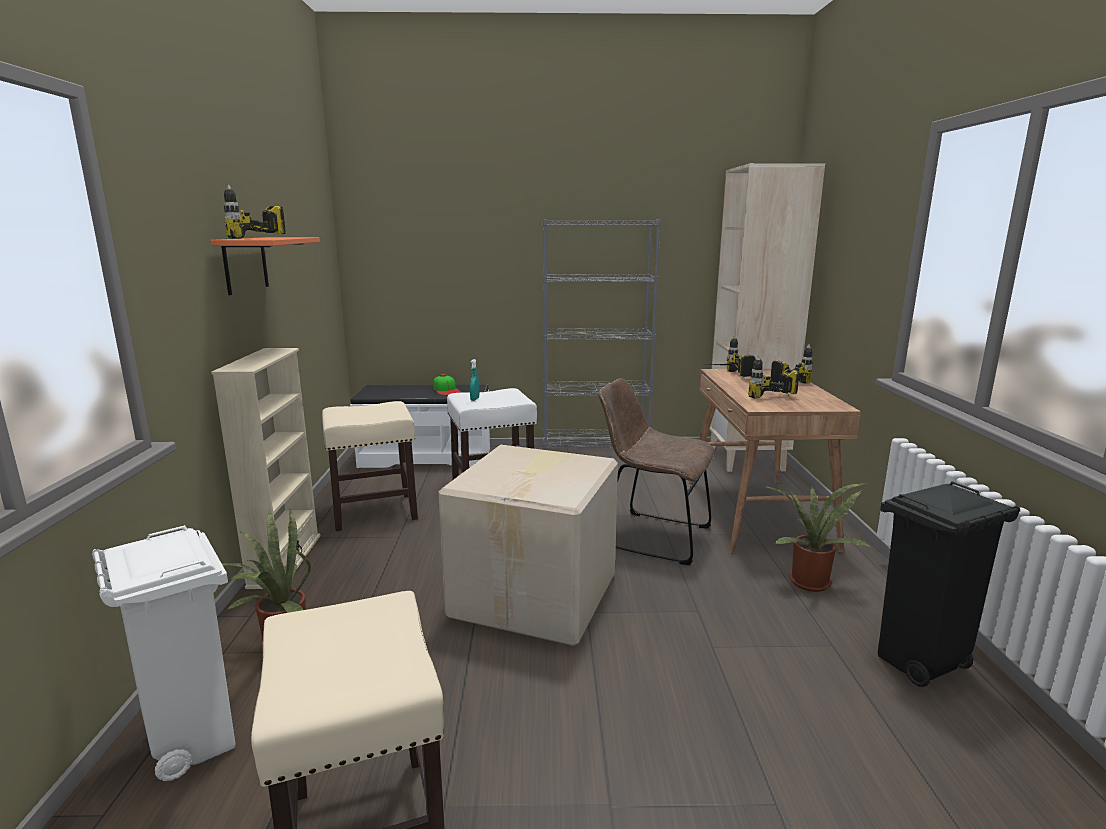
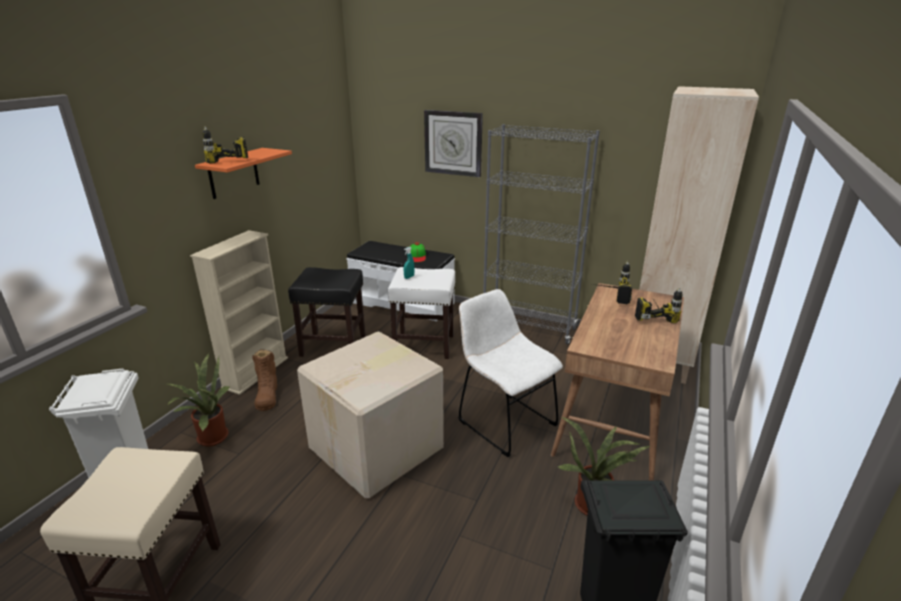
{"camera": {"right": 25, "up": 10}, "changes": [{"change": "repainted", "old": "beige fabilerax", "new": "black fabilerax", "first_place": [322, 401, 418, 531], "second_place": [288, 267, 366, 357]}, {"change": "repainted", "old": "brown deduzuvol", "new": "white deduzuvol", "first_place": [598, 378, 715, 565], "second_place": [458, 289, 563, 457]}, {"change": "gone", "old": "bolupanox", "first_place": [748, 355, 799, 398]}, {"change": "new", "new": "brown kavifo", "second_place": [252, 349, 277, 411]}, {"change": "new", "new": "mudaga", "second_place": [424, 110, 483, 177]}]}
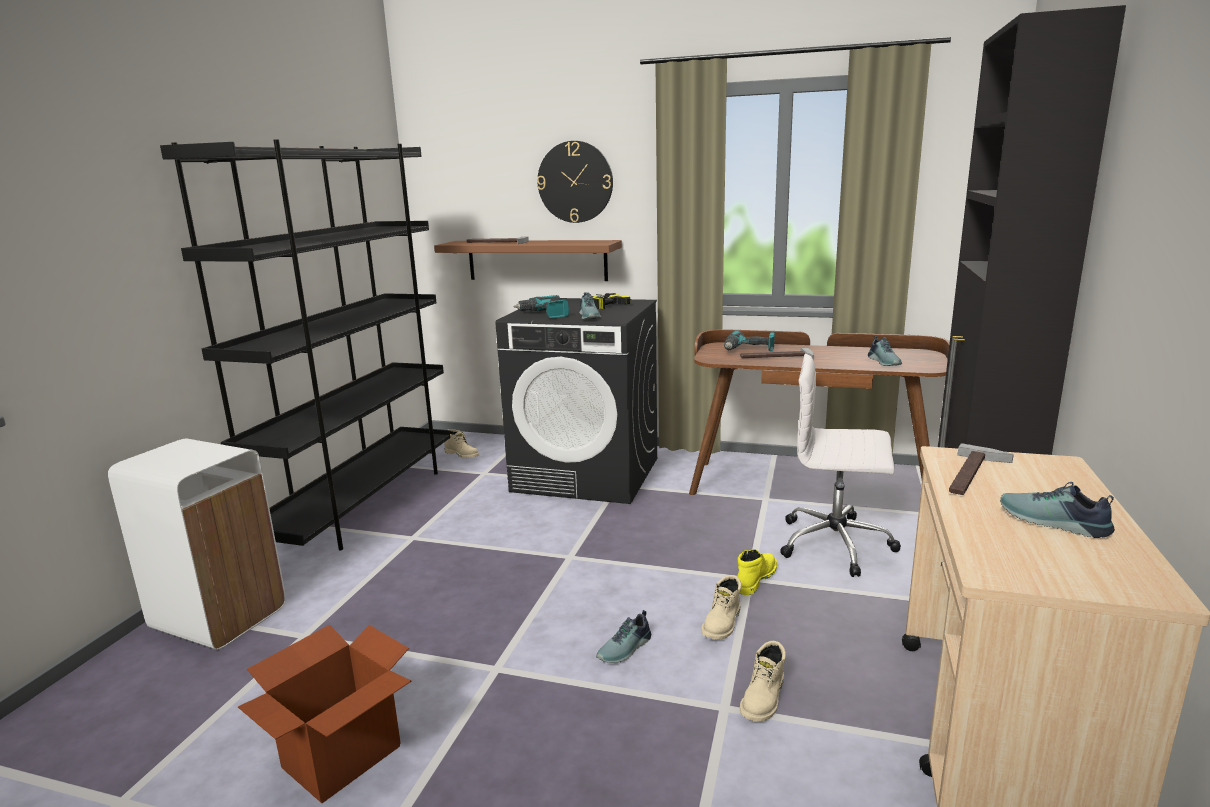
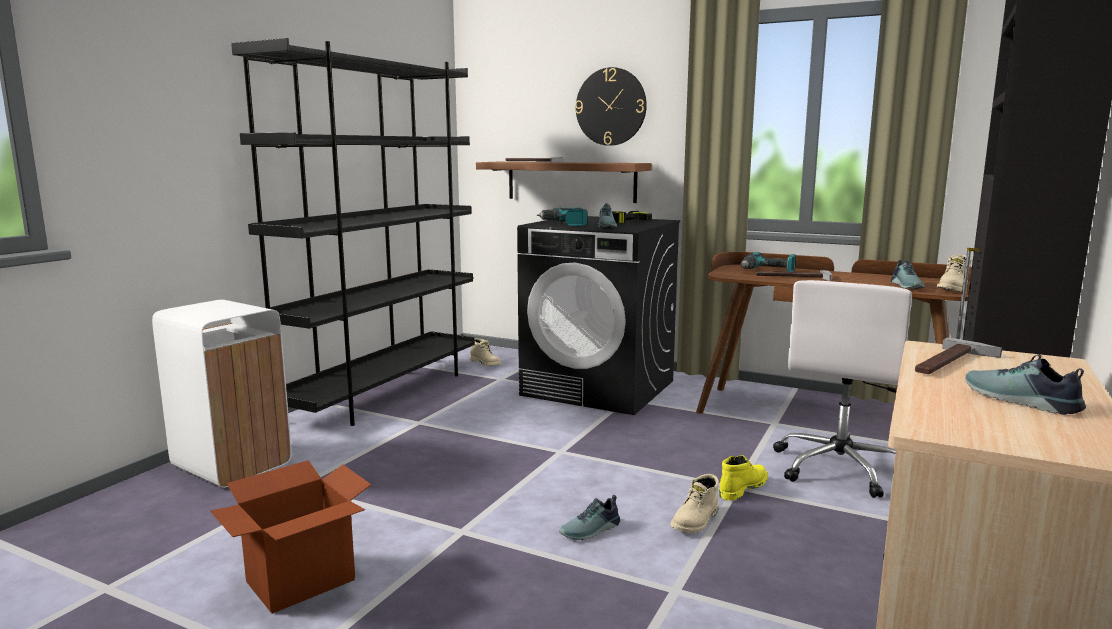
{"camera": {"right": 10, "up": -5}, "changes": [{"change": "shifted", "old": "beige kavifo", "first_place": [740, 641, 786, 722], "second_place": [937, 255, 972, 292]}, {"change": "rotated", "old": "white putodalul", "first_place": [780, 354, 901, 577], "second_place": [773, 280, 912, 498], "degrees": -90}]}
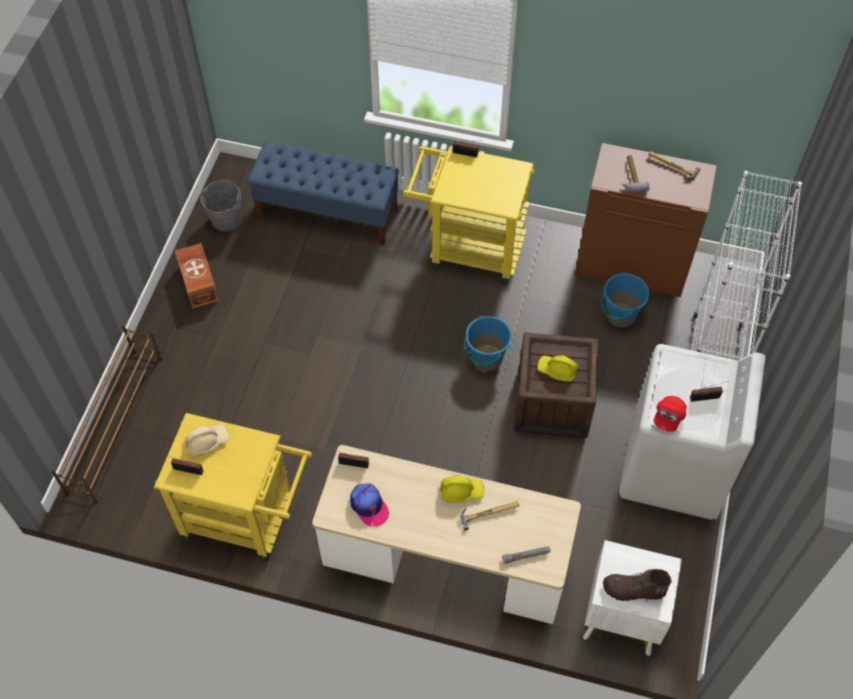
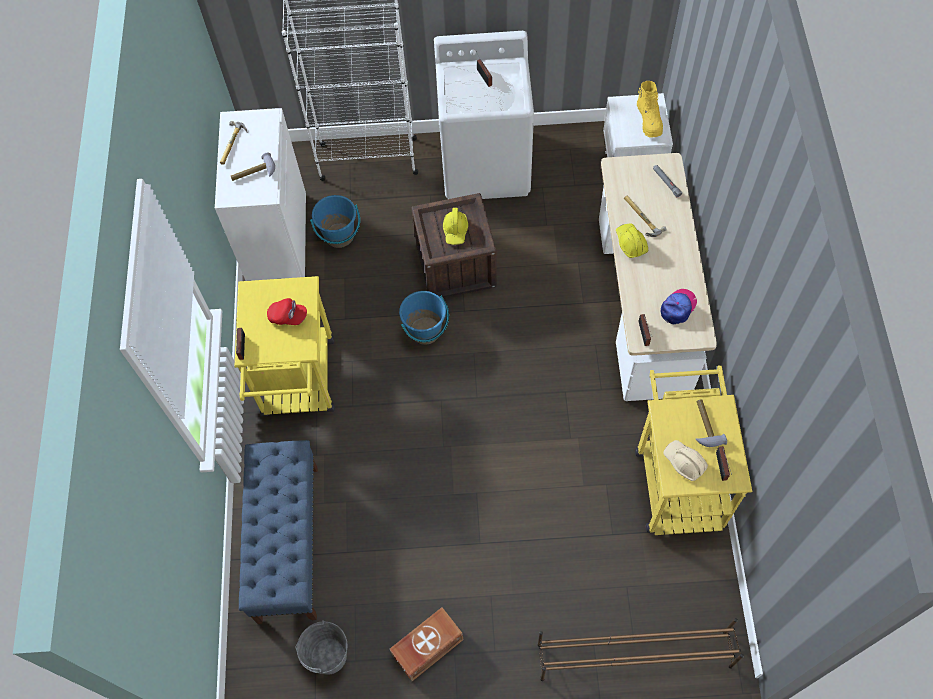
{"camera": {"right": -105, "up": 5}, "changes": [{"change": "repainted", "old": "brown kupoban", "new": "white kupoban", "first_place": [575, 143, 717, 297], "second_place": [215, 108, 306, 281]}, {"change": "repainted", "old": "brown kavifo", "new": "yellow kavifo", "first_place": [603, 569, 672, 602], "second_place": [637, 81, 663, 138]}, {"change": "shifted", "old": "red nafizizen", "first_place": [654, 396, 687, 432], "second_place": [267, 298, 307, 325]}, {"change": "new", "new": "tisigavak", "second_place": [696, 399, 727, 447]}]}
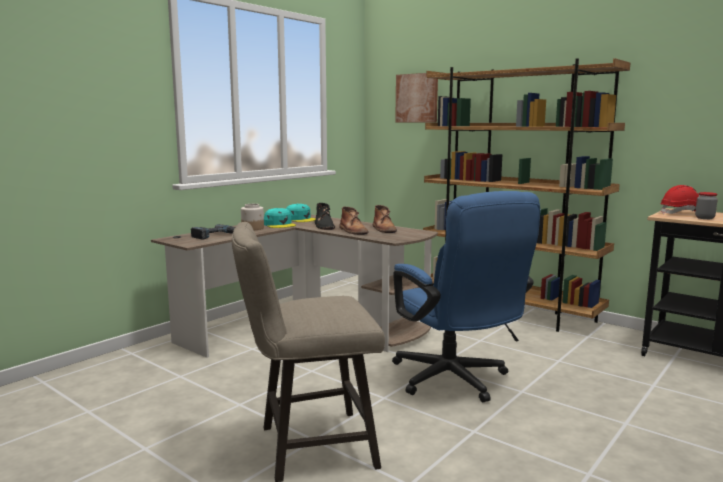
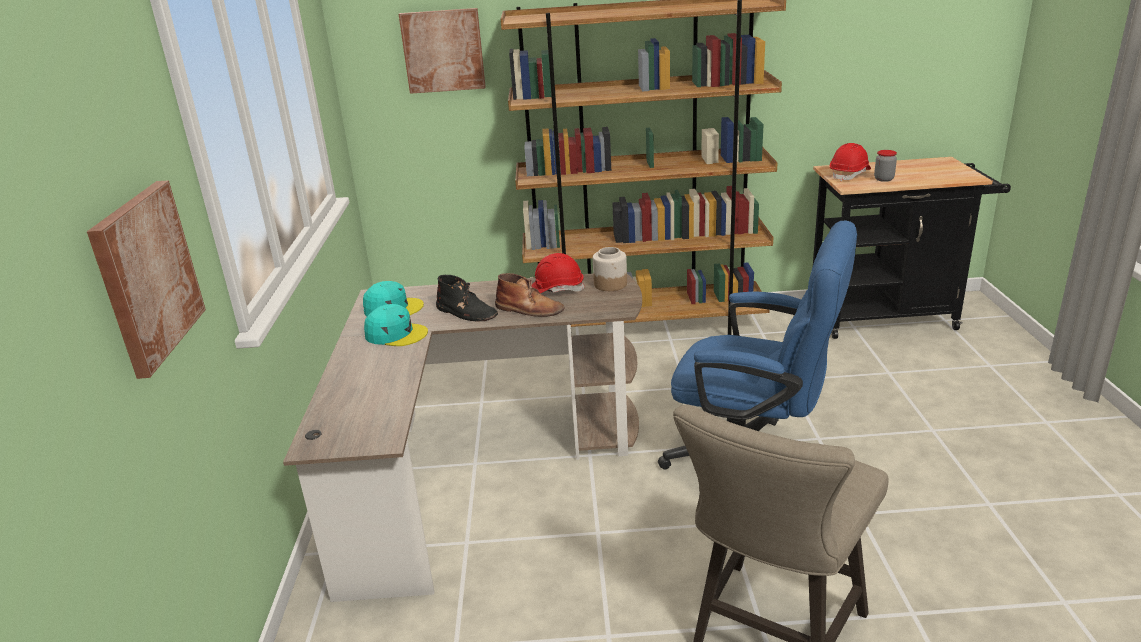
{"camera": {"right": -40, "up": 15}, "changes": [{"change": "gone", "old": "bolupanox", "first_place": [191, 224, 235, 239]}, {"change": "shifted", "old": "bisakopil", "first_place": [241, 204, 264, 230], "second_place": [593, 247, 627, 291]}, {"change": "swapped", "old": "brown kavifo", "new": "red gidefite", "first_place": [373, 205, 397, 233], "second_place": [532, 253, 584, 293]}, {"change": "new", "new": "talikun", "second_place": [87, 180, 206, 379]}]}
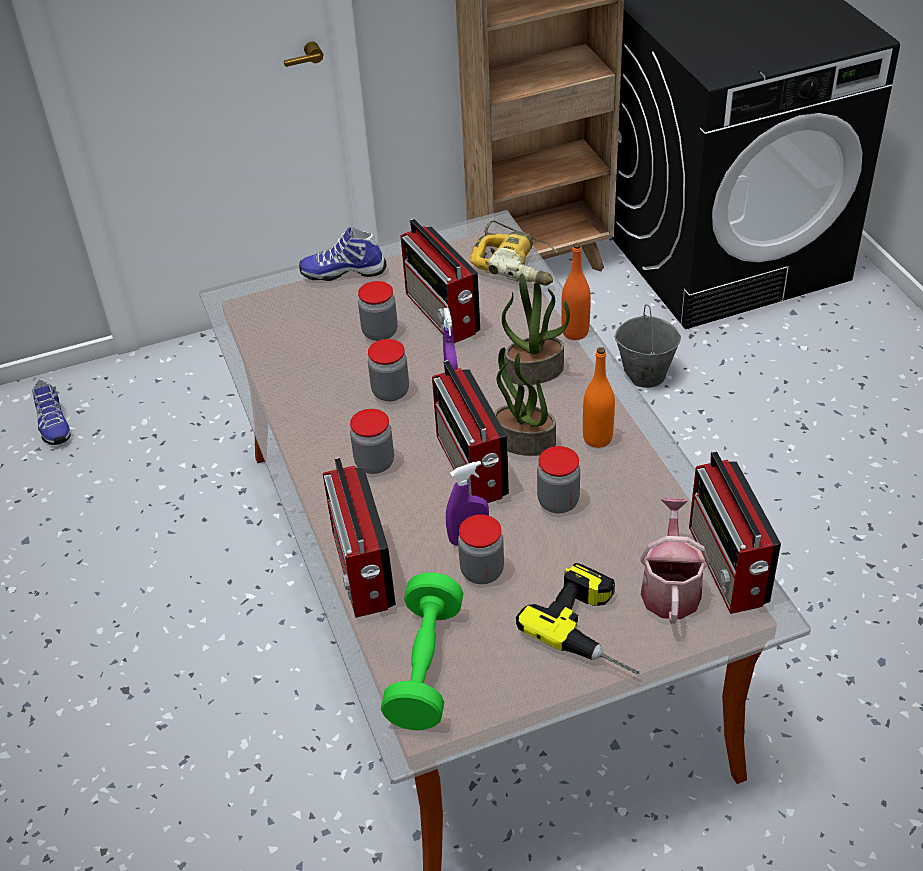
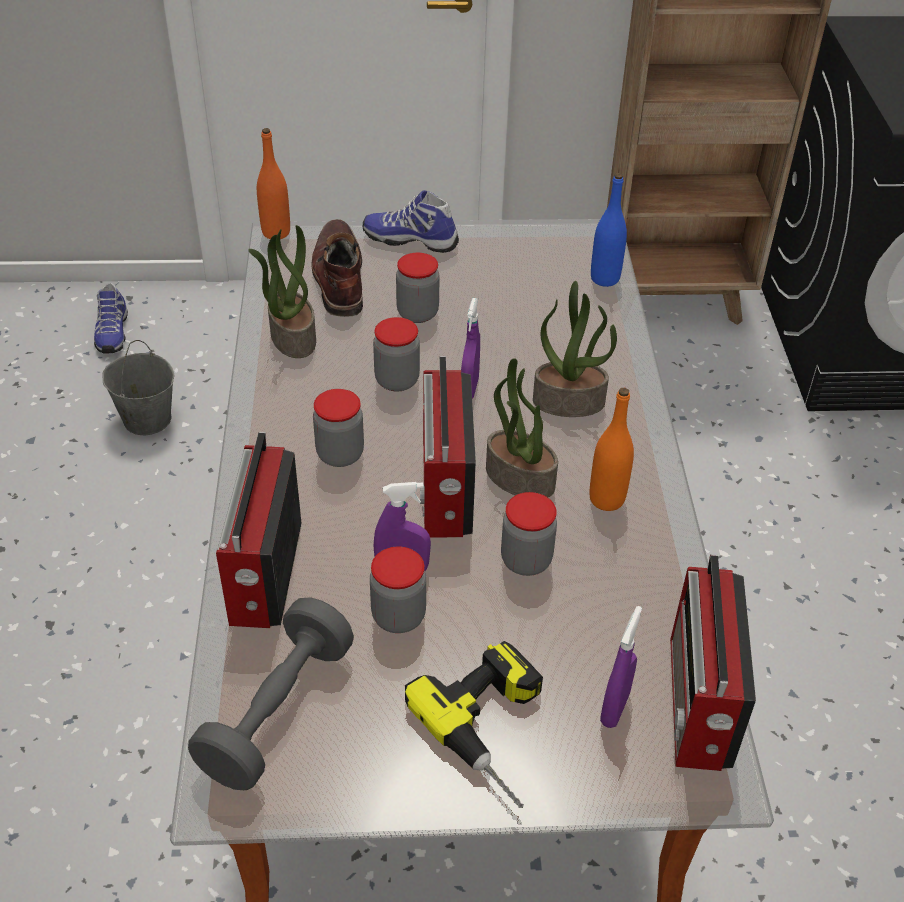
{"camera": {"right": 15, "up": 0}, "changes": [{"change": "repainted", "old": "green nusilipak", "new": "grey nusilipak", "first_place": [381, 572, 463, 730], "second_place": [188, 598, 354, 790]}, {"change": "gone", "old": "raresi", "first_place": [401, 219, 480, 343]}, {"change": "swapped", "old": "bolupanox", "new": "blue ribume", "first_place": [470, 221, 558, 286], "second_place": [591, 173, 627, 287]}, {"change": "shifted", "old": "orange ribume", "first_place": [561, 243, 591, 340], "second_place": [257, 128, 290, 239]}, {"change": "shifted", "old": "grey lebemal", "first_place": [614, 304, 681, 388], "second_place": [102, 340, 174, 435]}, {"change": "swapped", "old": "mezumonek", "new": "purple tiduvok", "first_place": [640, 498, 710, 624], "second_place": [600, 606, 642, 728]}, {"change": "new", "new": "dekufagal", "second_place": [248, 225, 316, 358]}, {"change": "new", "new": "brown kavifo", "second_place": [312, 219, 363, 317]}]}
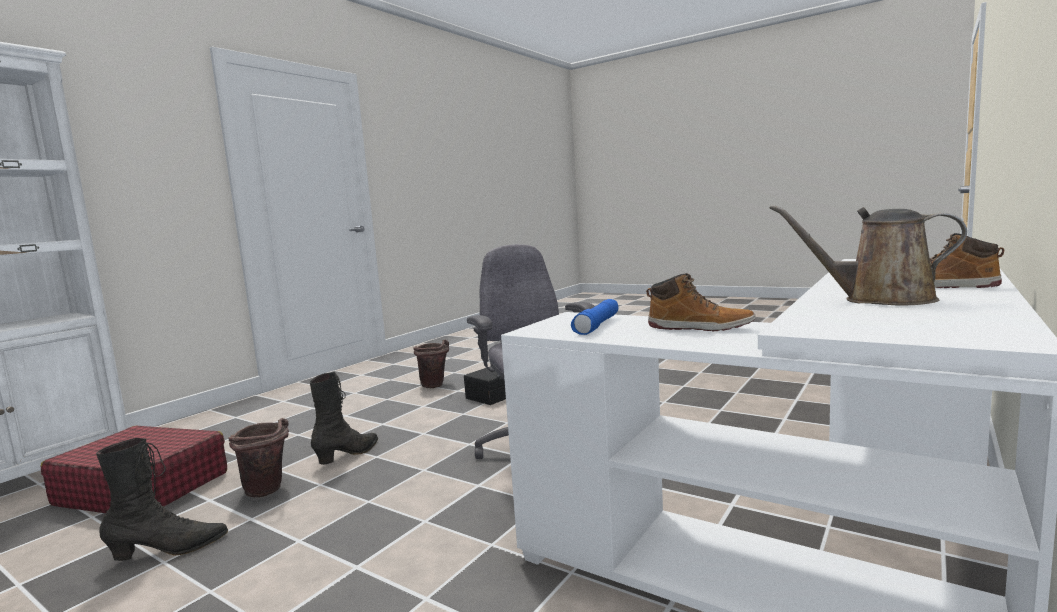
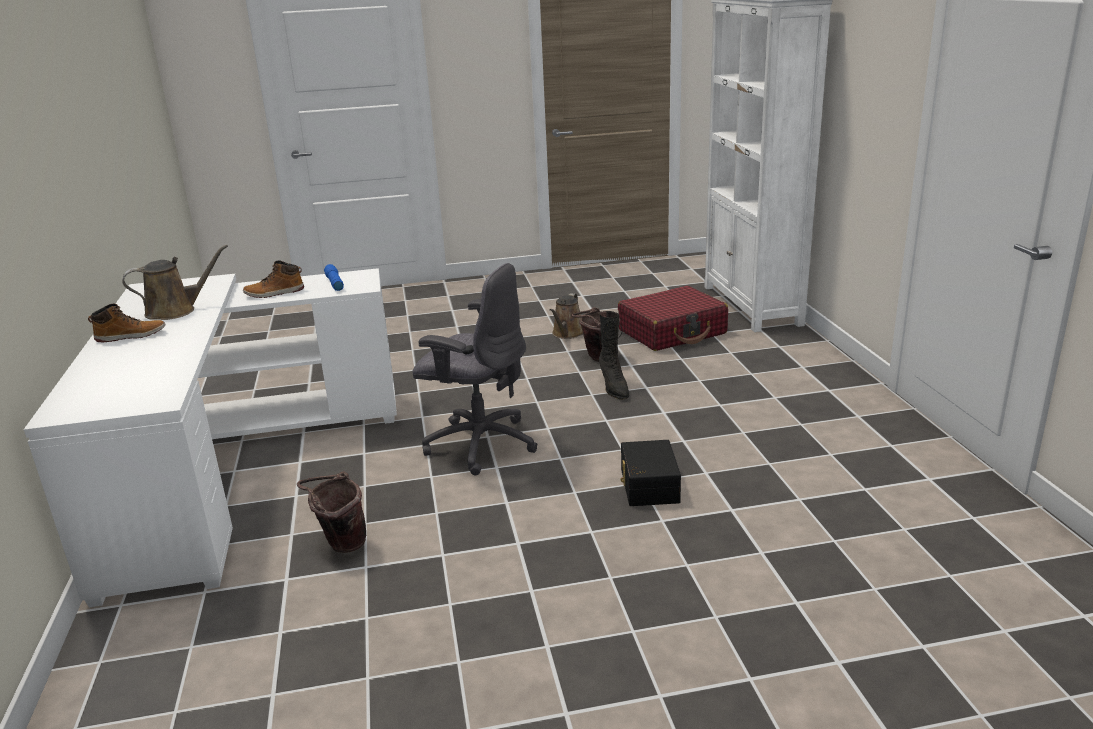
{"camera": {"right": 135, "up": 15}, "changes": [{"change": "swapped", "old": "black kavifo", "new": "brown mezumonek", "first_place": [96, 438, 228, 561], "second_place": [550, 293, 583, 339]}, {"change": "shifted", "old": "brown lebemal", "first_place": [413, 340, 449, 388], "second_place": [297, 472, 366, 553]}]}
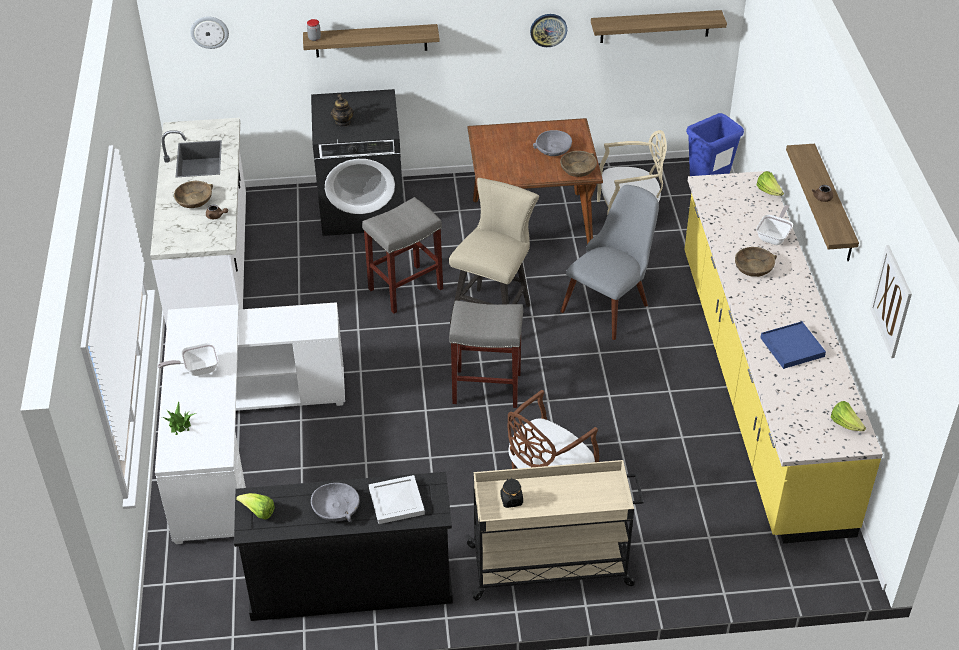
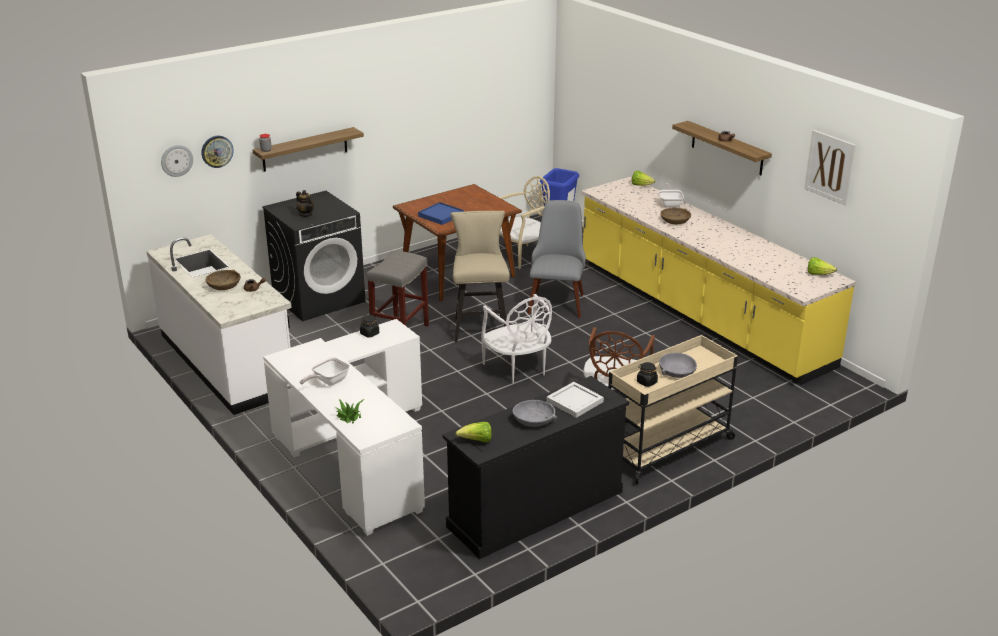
{"camera": {"right": -30, "up": -15}, "changes": [{"change": "swapped", "old": "grey fabilerax", "new": "white deduzuvol", "first_place": [449, 301, 523, 408], "second_place": [481, 294, 552, 383]}, {"change": "shifted", "old": "mudaga", "first_place": [530, 14, 567, 47], "second_place": [201, 136, 234, 168]}, {"change": "shifted", "old": "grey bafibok", "first_place": [533, 130, 572, 156], "second_place": [659, 353, 697, 378]}, {"change": "gone", "old": "brown bafibok", "first_place": [560, 151, 597, 177]}, {"change": "gone", "old": "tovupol", "first_place": [591, 10, 727, 43]}, {"change": "shifted", "old": "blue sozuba", "first_place": [760, 321, 826, 369], "second_place": [418, 202, 464, 225]}, {"change": "new", "new": "black bisakopil", "second_place": [360, 315, 379, 338]}]}
